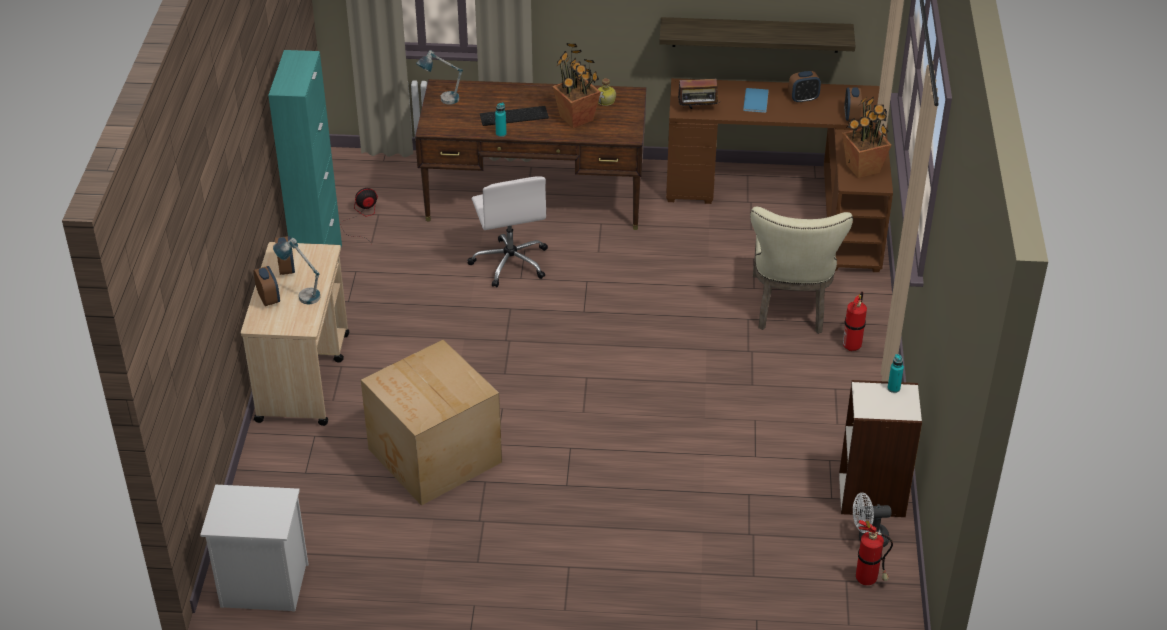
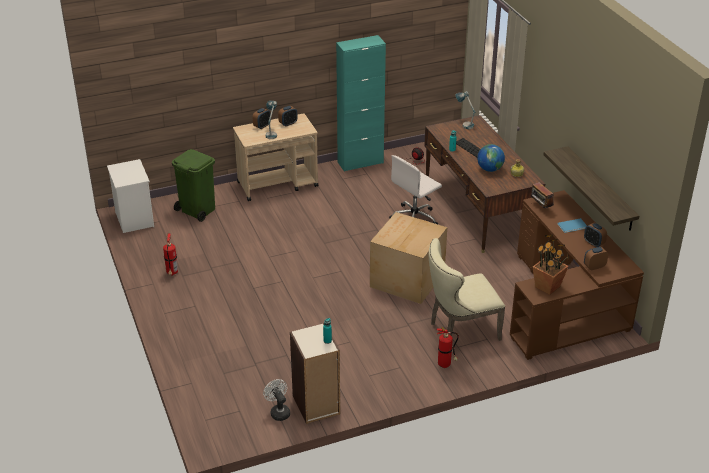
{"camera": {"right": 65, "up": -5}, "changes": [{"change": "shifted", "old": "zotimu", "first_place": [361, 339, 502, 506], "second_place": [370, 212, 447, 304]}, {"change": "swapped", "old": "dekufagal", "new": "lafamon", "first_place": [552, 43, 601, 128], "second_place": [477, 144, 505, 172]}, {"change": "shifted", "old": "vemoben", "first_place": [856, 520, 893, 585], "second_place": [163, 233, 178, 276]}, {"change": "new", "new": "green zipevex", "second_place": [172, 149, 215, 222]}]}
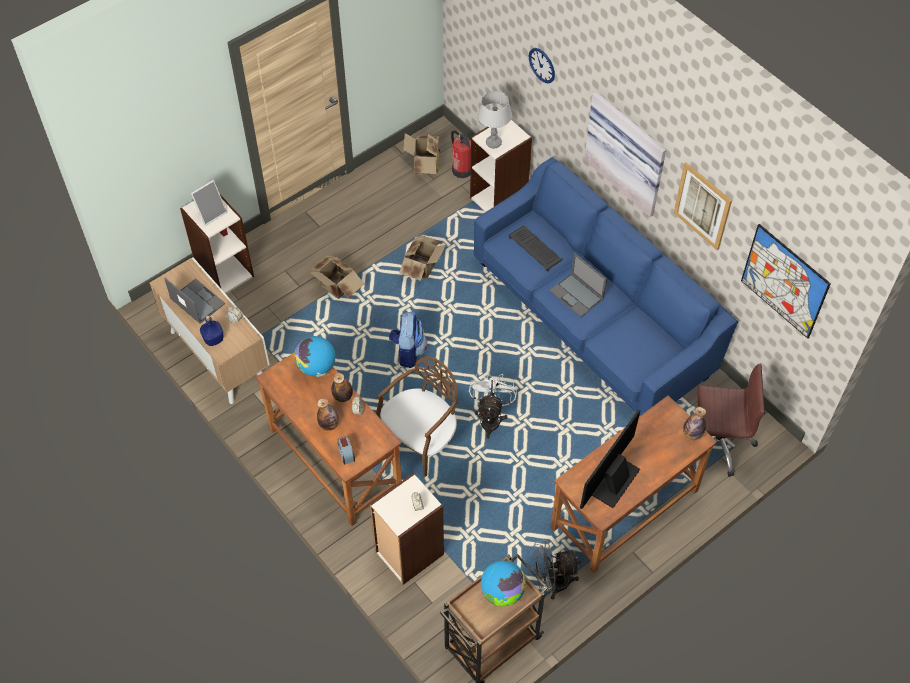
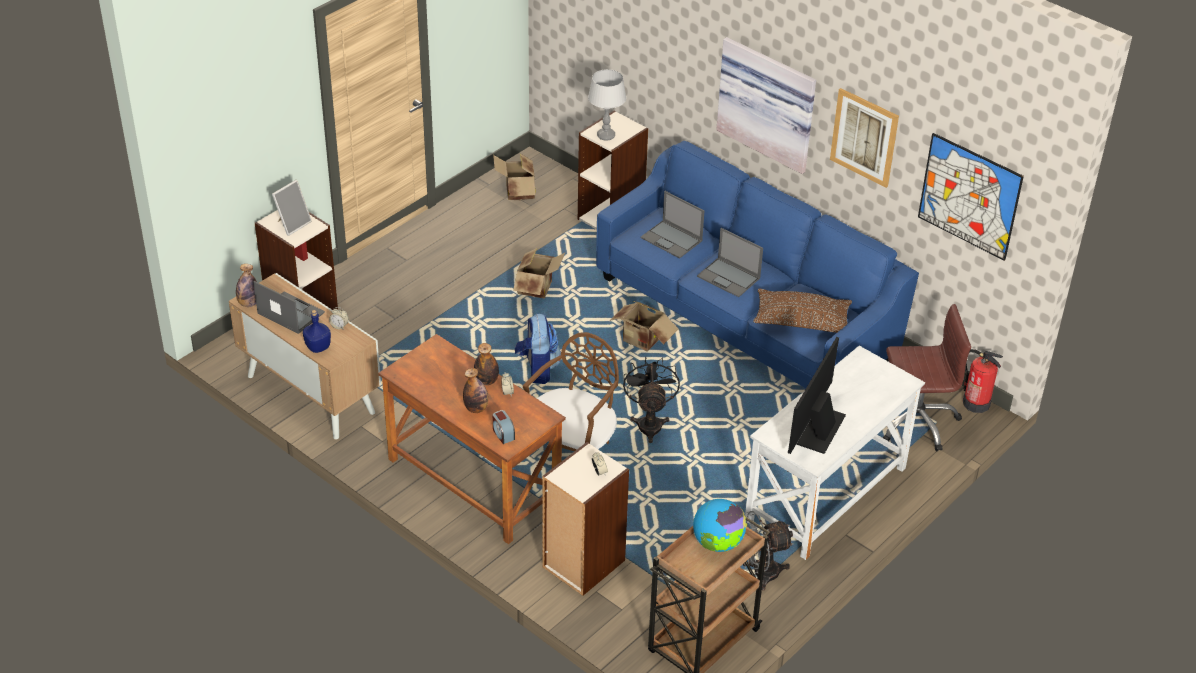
{"camera": {"right": -10, "up": -15}, "changes": [{"change": "gone", "old": "lafamon", "first_place": [294, 336, 335, 377]}, {"change": "shifted", "old": "zotimu", "first_place": [310, 256, 364, 299], "second_place": [609, 301, 678, 351]}, {"change": "shifted", "old": "vemoben", "first_place": [451, 130, 471, 178], "second_place": [963, 349, 1003, 413]}, {"change": "repainted", "old": "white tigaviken", "new": "black tigaviken", "first_place": [469, 372, 517, 439], "second_place": [623, 357, 680, 443]}, {"change": "swapped", "old": "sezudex", "new": "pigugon", "first_place": [509, 225, 562, 272], "second_place": [641, 191, 704, 259]}, {"change": "gone", "old": "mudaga", "first_place": [529, 48, 555, 84]}, {"change": "repainted", "old": "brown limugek", "new": "white limugek", "first_place": [551, 395, 717, 573], "second_place": [745, 346, 925, 560]}, {"change": "shifted", "old": "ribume", "first_place": [683, 407, 706, 440], "second_place": [236, 264, 257, 307]}, {"change": "new", "new": "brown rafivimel", "second_place": [753, 288, 852, 333]}]}
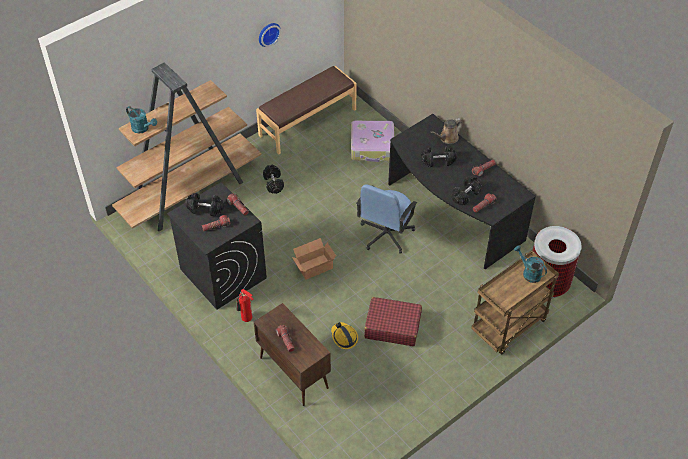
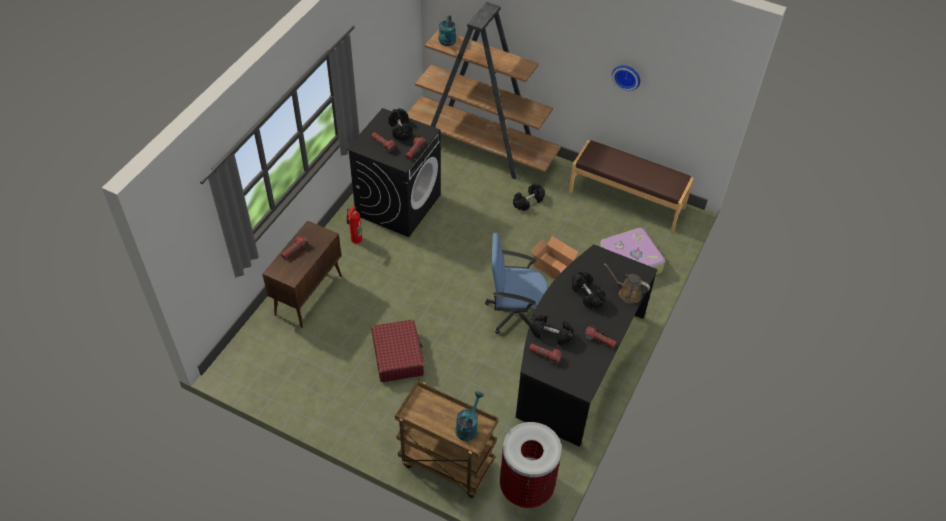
{"camera": {"right": 65, "up": 0}, "changes": [{"change": "shifted", "old": "zotimu", "first_place": [292, 238, 336, 280], "second_place": [531, 236, 578, 279]}, {"change": "gone", "old": "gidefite", "first_place": [331, 322, 358, 349]}]}
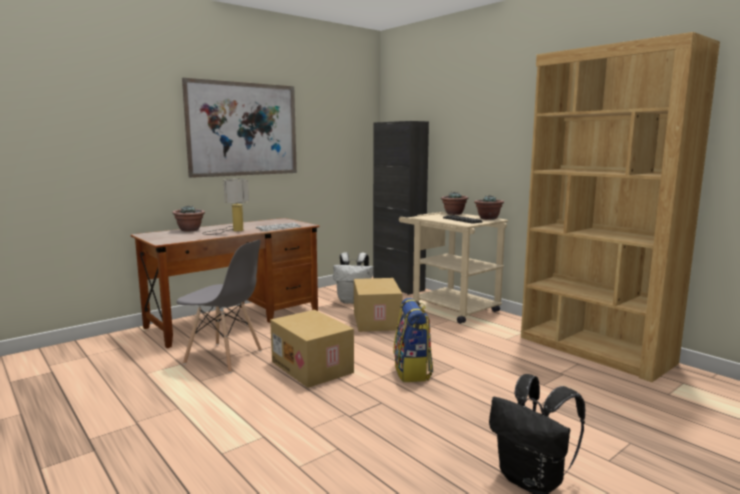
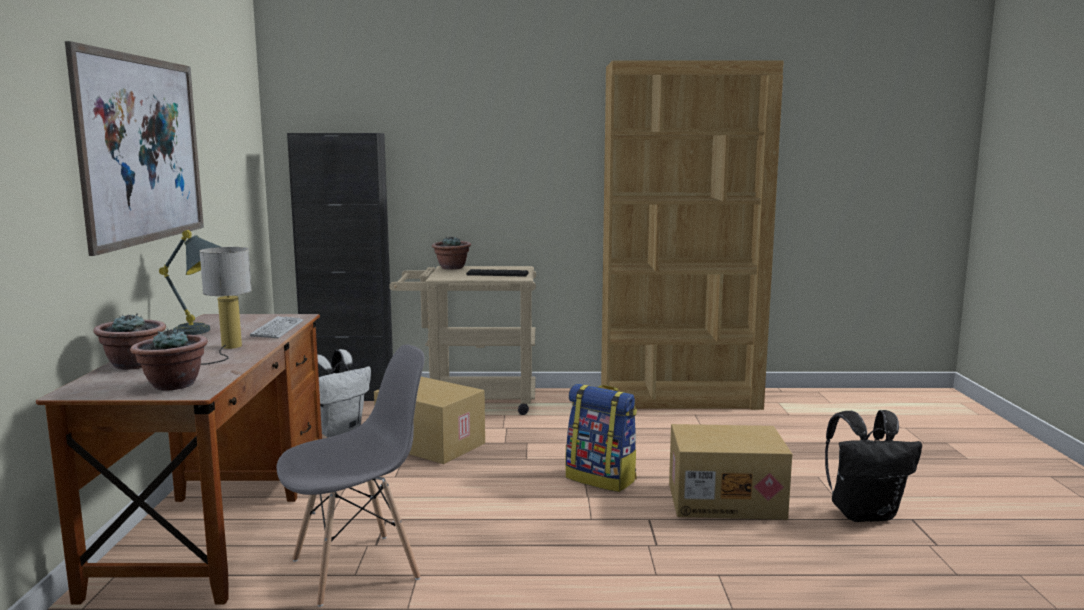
{"camera": {"right": -50, "up": 0}, "changes": [{"change": "shifted", "old": "zotimu", "first_place": [270, 310, 354, 388], "second_place": [669, 424, 792, 520]}, {"change": "shifted", "old": "dekufagal", "first_place": [474, 195, 504, 220], "second_place": [130, 327, 208, 391]}, {"change": "new", "new": "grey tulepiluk", "second_place": [159, 230, 221, 335]}]}
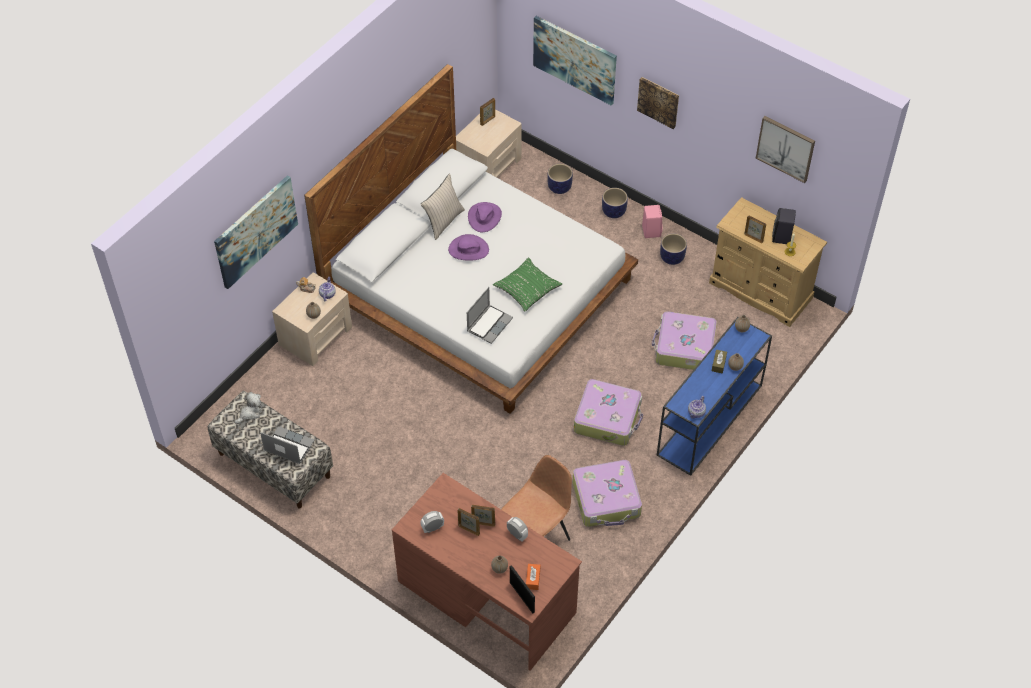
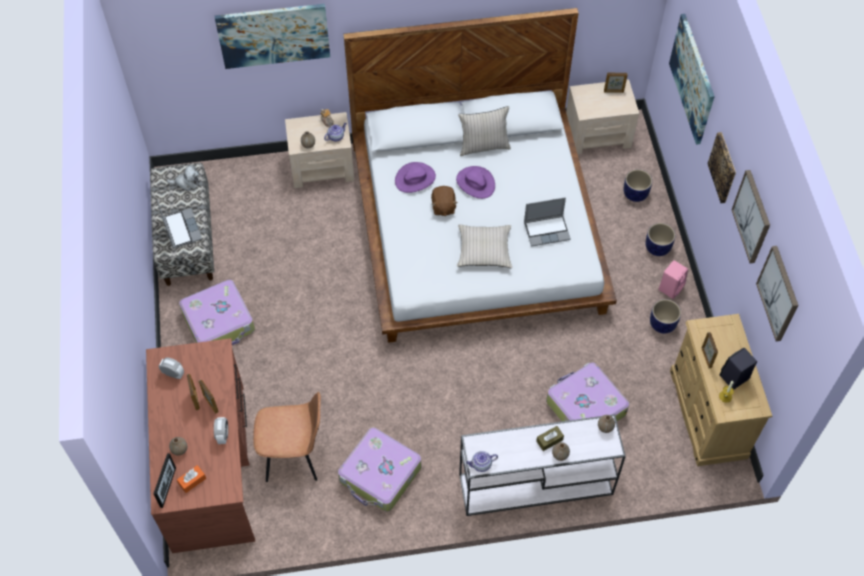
{"camera": {"right": 45, "up": 5}, "changes": [{"change": "shifted", "old": "pigugon", "first_place": [467, 287, 513, 344], "second_place": [524, 197, 571, 247]}, {"change": "shifted", "old": "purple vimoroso", "first_place": [468, 202, 502, 232], "second_place": [395, 162, 436, 193]}, {"change": "repainted", "old": "green rafivimel", "new": "beige rafivimel", "first_place": [493, 257, 562, 312], "second_place": [457, 224, 512, 268]}, {"change": "shifted", "old": "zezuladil", "first_place": [574, 379, 643, 446], "second_place": [179, 280, 255, 345]}, {"change": "repainted", "old": "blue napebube", "new": "white napebube", "first_place": [657, 317, 772, 476], "second_place": [459, 414, 626, 516]}, {"change": "new", "new": "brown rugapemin", "second_place": [431, 186, 458, 216]}, {"change": "new", "new": "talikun", "second_place": [731, 170, 770, 263]}]}
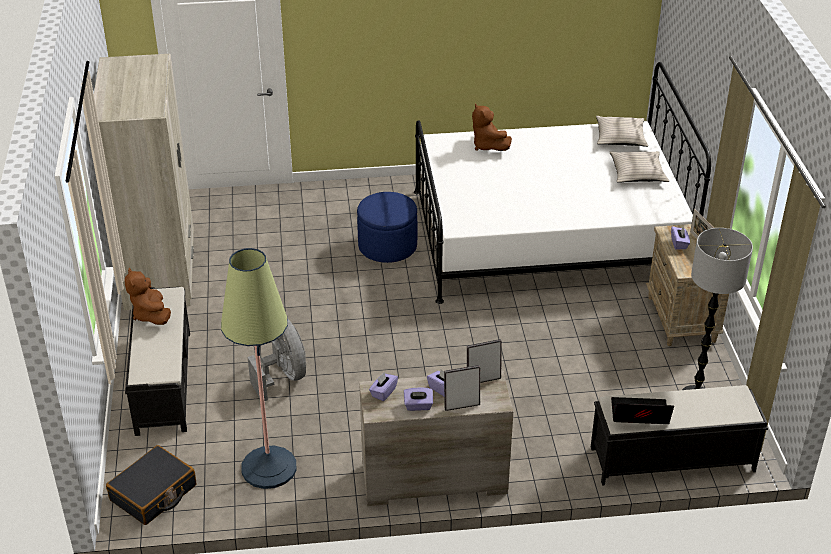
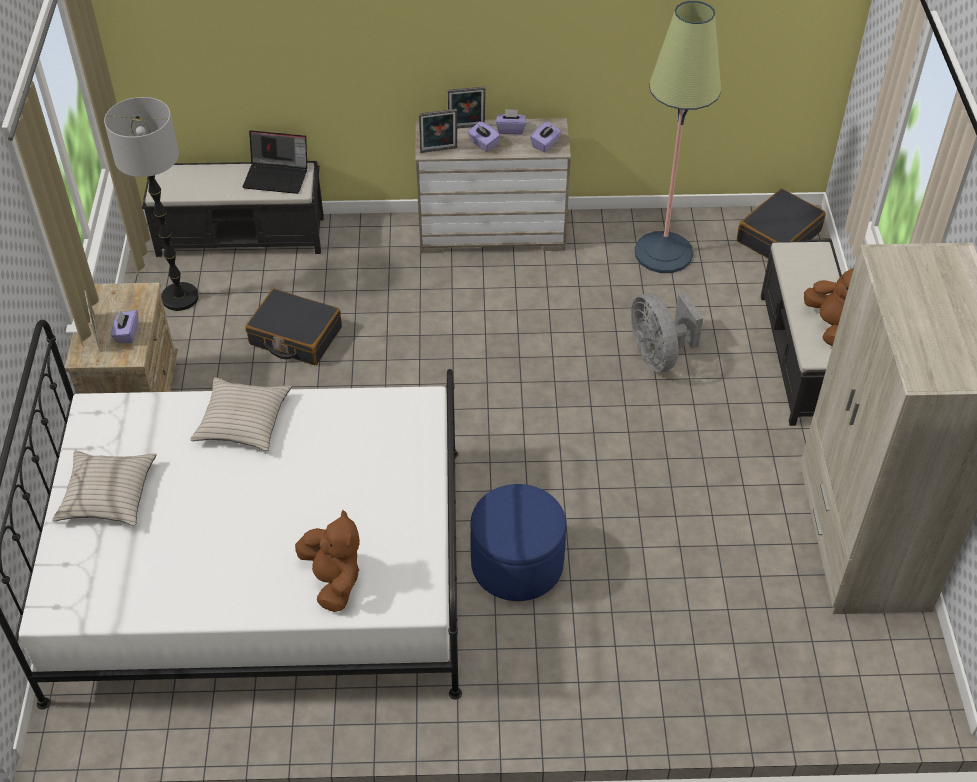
{"camera": {"right": -175, "up": 10}, "changes": [{"change": "shifted", "old": "beige rafivimel", "first_place": [596, 116, 648, 147], "second_place": [190, 377, 291, 451]}, {"change": "new", "new": "black zezuladil", "second_place": [245, 288, 342, 365]}]}
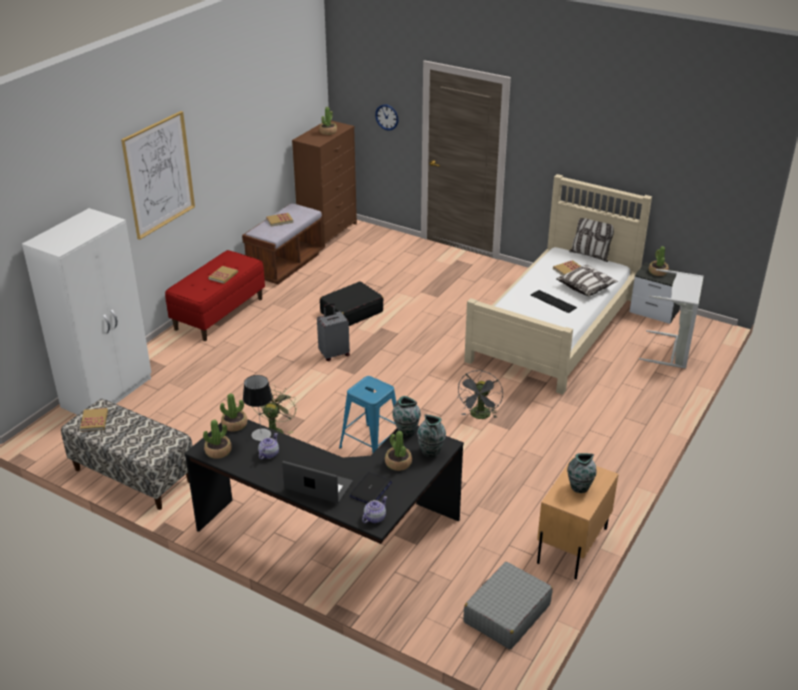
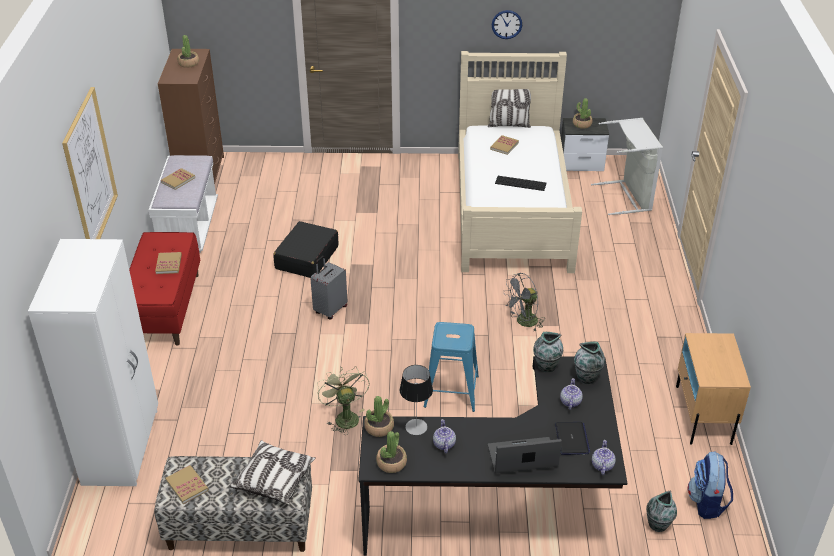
{"camera": {"right": -30, "up": 5}, "changes": [{"change": "repainted", "old": "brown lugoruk", "new": "white lugoruk", "first_place": [242, 203, 324, 284], "second_place": [149, 155, 218, 253]}, {"change": "shifted", "old": "mudaga", "first_place": [375, 104, 398, 131], "second_place": [492, 10, 522, 39]}, {"change": "swapped", "old": "dekufagal", "new": "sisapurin", "first_place": [385, 431, 412, 471], "second_place": [560, 378, 583, 410]}, {"change": "rotated", "old": "grey tigaviken", "first_place": [457, 370, 503, 419], "second_place": [503, 273, 544, 331], "degrees": 75}, {"change": "swapped", "old": "grey zezuladil", "new": "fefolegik", "first_place": [463, 562, 553, 649], "second_place": [688, 451, 733, 519]}, {"change": "shifted", "old": "rafivimel", "first_place": [556, 265, 618, 296], "second_place": [229, 440, 316, 504]}, {"change": "shifted", "old": "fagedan", "first_place": [567, 453, 596, 493], "second_place": [646, 491, 677, 532]}]}
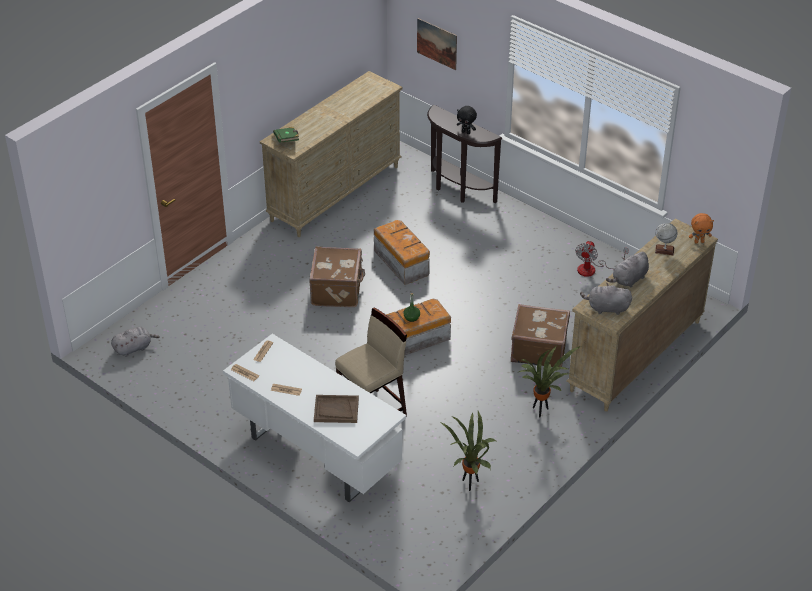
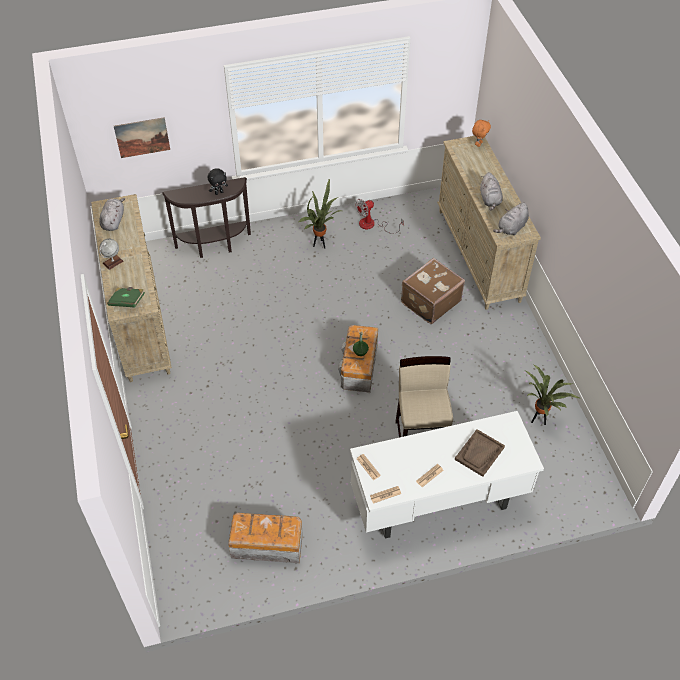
{"camera": {"right": -55, "up": 10}, "changes": [{"change": "shifted", "old": "grey rugapemin", "first_place": [111, 327, 160, 356], "second_place": [99, 198, 125, 231]}, {"change": "gone", "old": "brown zezuladil", "first_place": [309, 246, 365, 307]}, {"change": "shifted", "old": "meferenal", "first_place": [374, 220, 430, 285], "second_place": [228, 512, 303, 563]}, {"change": "shifted", "old": "dekufagal", "first_place": [519, 346, 581, 418], "second_place": [299, 178, 342, 249]}, {"change": "rotated", "old": "tigaviken", "first_place": [575, 241, 629, 277], "second_place": [355, 199, 404, 234], "degrees": 90}, {"change": "shifted", "old": "lafamon", "first_place": [655, 223, 677, 255], "second_place": [99, 239, 123, 270]}]}
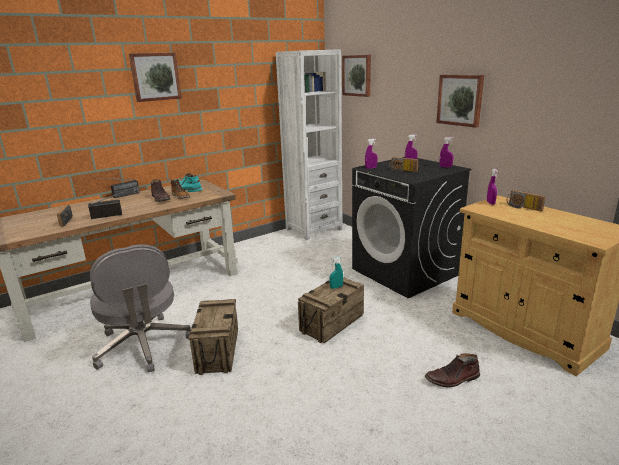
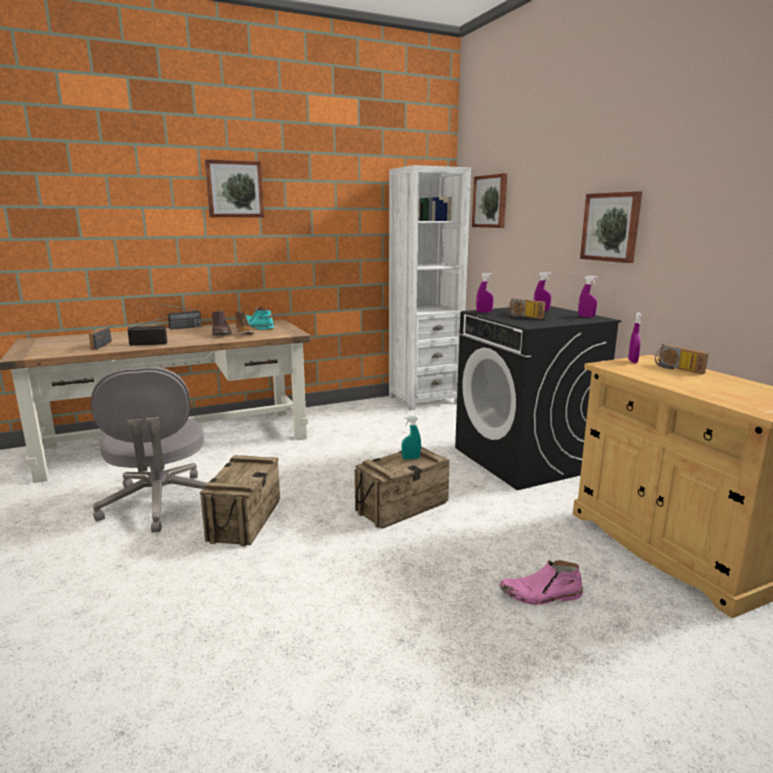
{"camera": {"right": 10, "up": -5}, "changes": [{"change": "repainted", "old": "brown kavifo", "new": "pink kavifo", "first_place": [425, 353, 480, 387], "second_place": [499, 560, 583, 605]}]}
